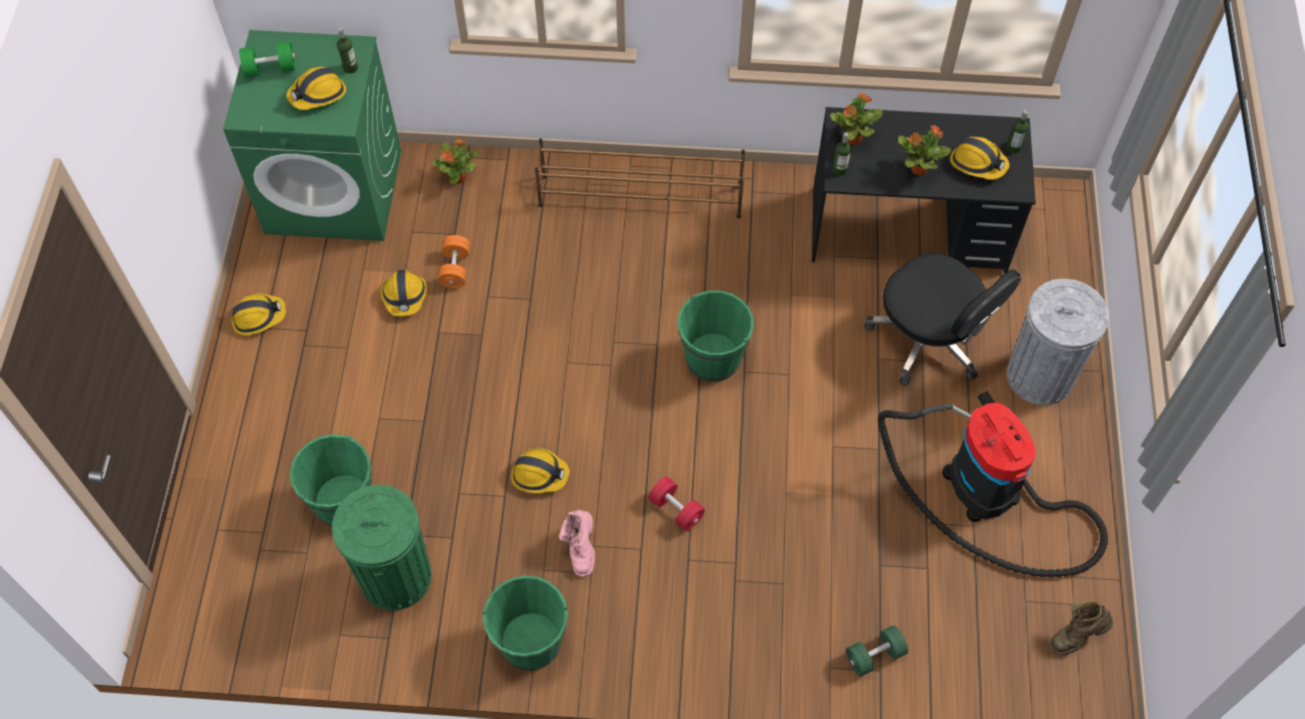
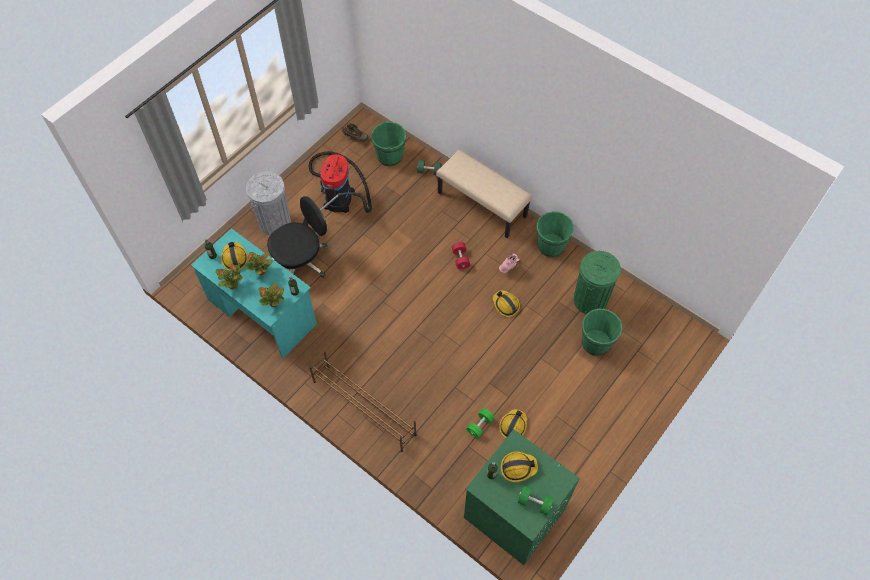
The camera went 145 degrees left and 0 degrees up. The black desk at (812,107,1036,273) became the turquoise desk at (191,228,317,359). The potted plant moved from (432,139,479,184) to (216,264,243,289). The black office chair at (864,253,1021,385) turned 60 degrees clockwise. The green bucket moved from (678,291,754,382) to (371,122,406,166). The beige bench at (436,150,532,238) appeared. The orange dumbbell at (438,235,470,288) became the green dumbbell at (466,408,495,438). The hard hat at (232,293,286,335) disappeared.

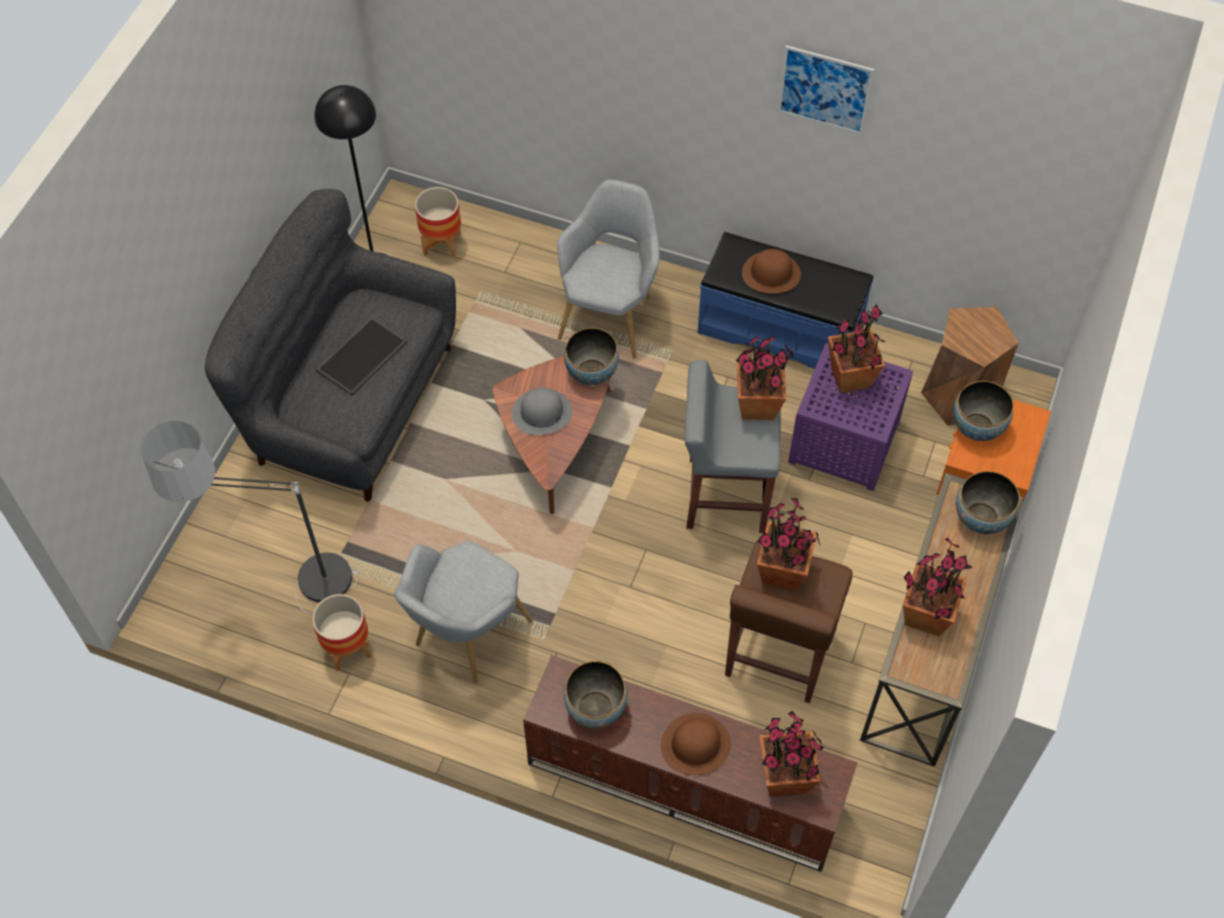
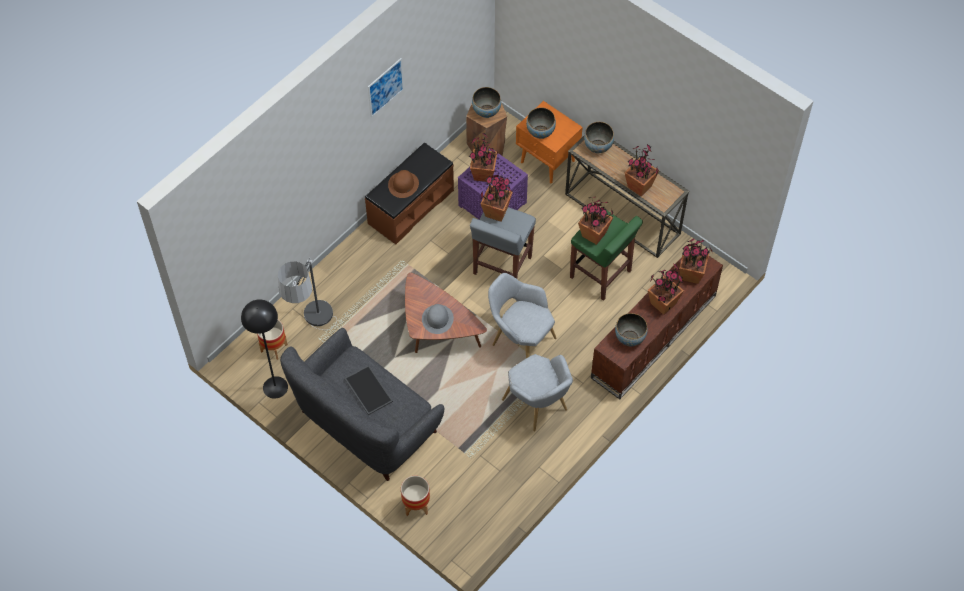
The camera went 70 degrees left and 0 degrees up. The floor lamp moved from (141,421,357,614) to (278,258,337,330). The blue bench at (698,232,873,369) became the brown bench at (365,143,454,244). The planter moved from (312,594,372,671) to (401,476,430,516). The bowl moved from (564,328,619,385) to (472,87,501,118). The grey armchair moved from (557,180,660,359) to (488,273,557,358). The brown stool at (725,541,853,703) became the green stool at (570,210,643,301). The brown hat at (661,713,731,775) was replaced by the potted plant at (648,264,684,315).

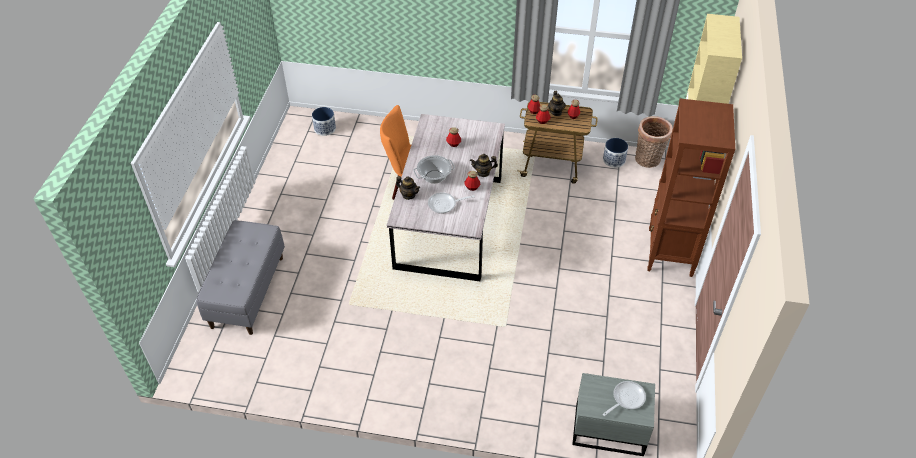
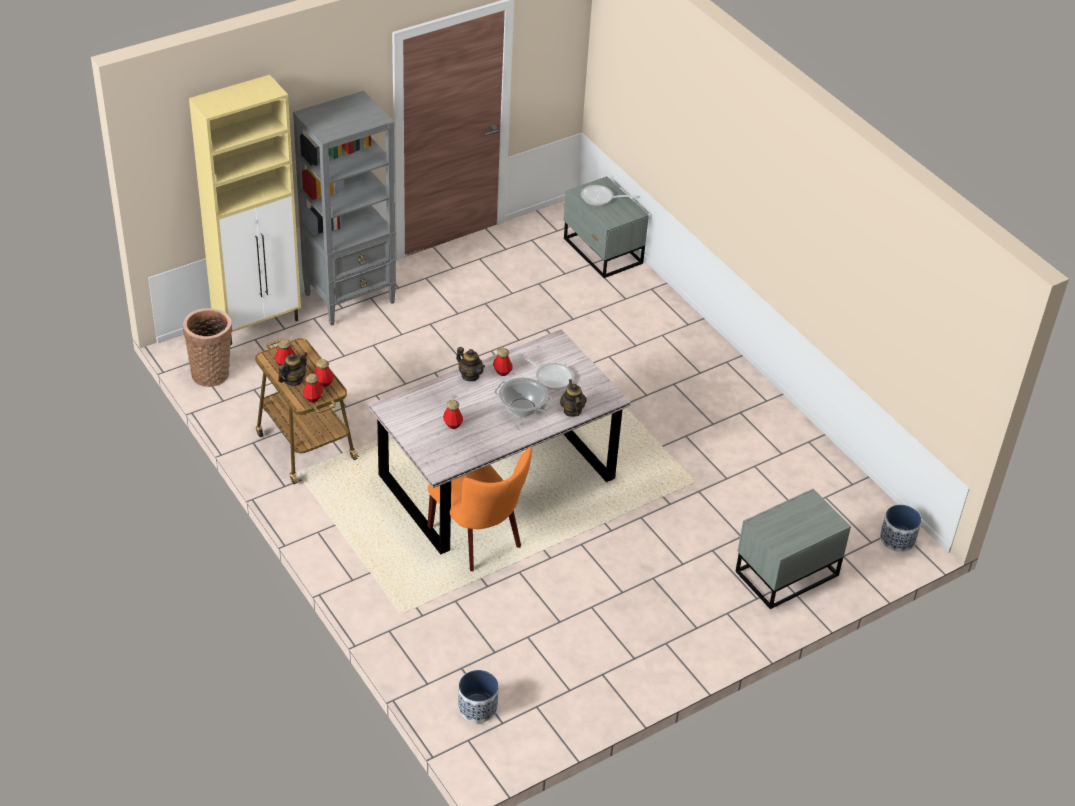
The camera went 135 degrees left and 5 degrees down. The brown bookcase at (647,99,735,277) became the grey bookcase at (293,91,396,326). The grey bench at (196,220,285,335) was replaced by the grey nightstand at (735,489,851,609). The planter moved from (603,138,628,168) to (880,505,921,552).

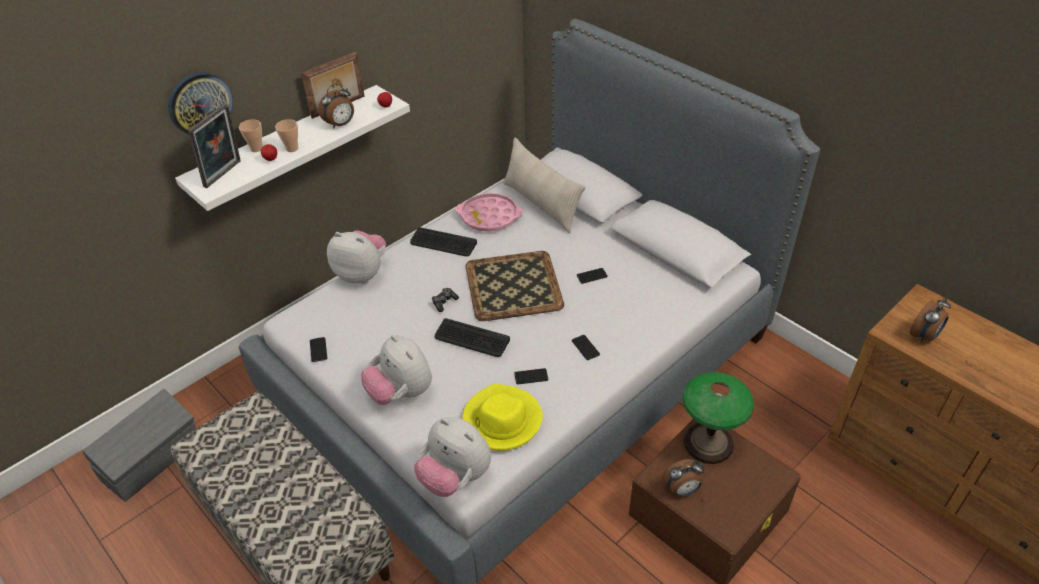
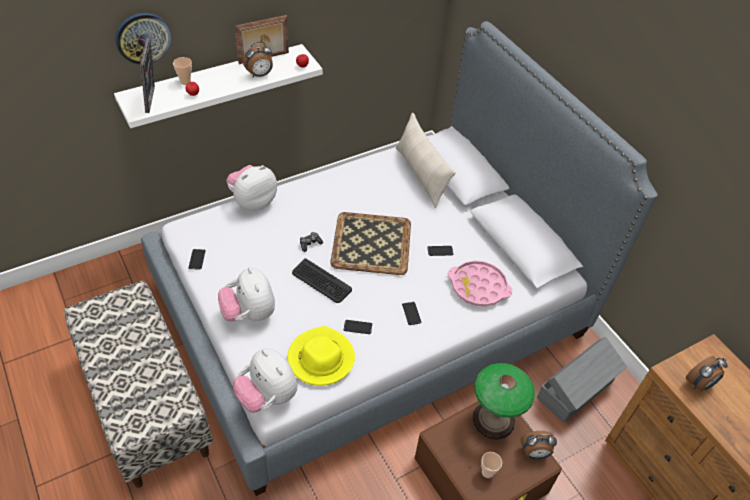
The camera went 10 degrees right and 5 degrees up. The picture frame at (188,103,241,188) turned 45 degrees counterclockwise. The plush toy at (327,230,386,283) turned 75 degrees counterclockwise. The pink tray moved from (456,193,523,232) to (448,260,512,307). The cup moved from (275,119,298,152) to (481,452,502,478). The alarm clock moved from (663,459,704,496) to (521,431,557,459). The grey storage box moved from (83,389,197,502) to (537,337,627,423). The keyboard at (410,227,477,256) disappeared.

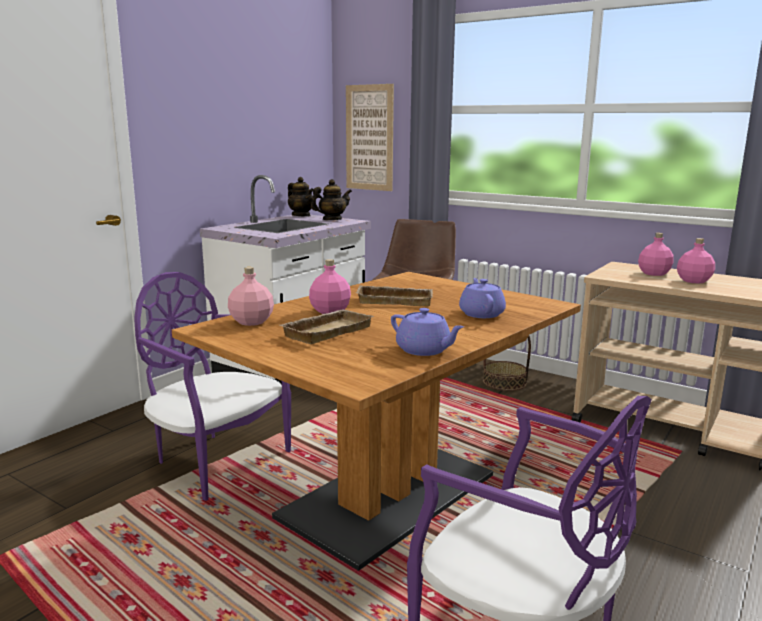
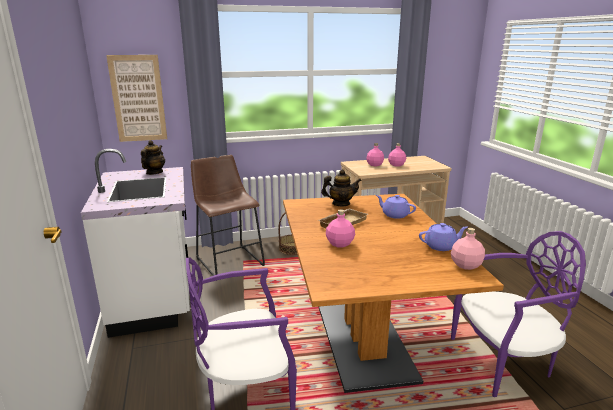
The camera went 50 degrees left and 5 degrees up. The teapot moved from (288,177,313,216) to (321,169,362,206). The pink bottle moved from (228,267,274,326) to (451,228,485,270). The beige tray at (280,309,374,344) disappeared.

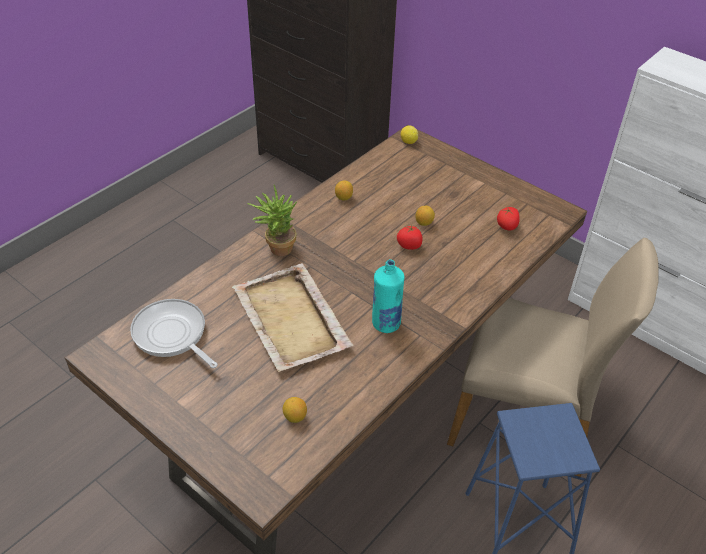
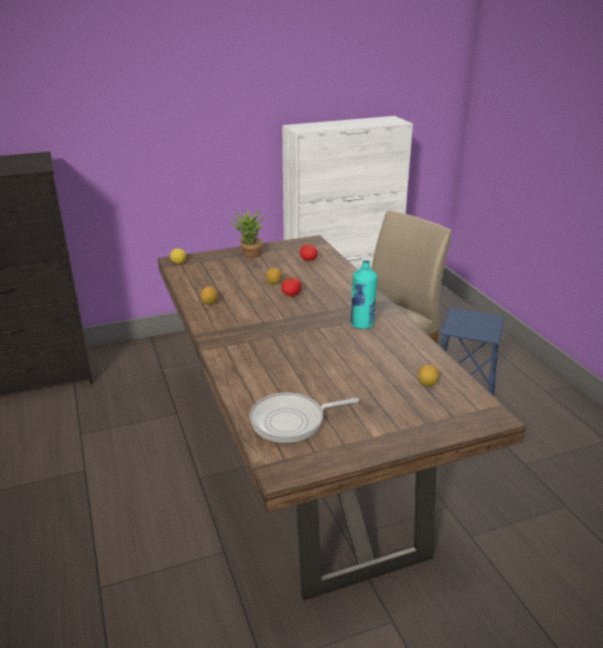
The camera went 60 degrees left and 15 degrees down. The potted plant moved from (247,185,298,256) to (230,209,266,258). The beige tray at (232,263,353,372) disappeared.

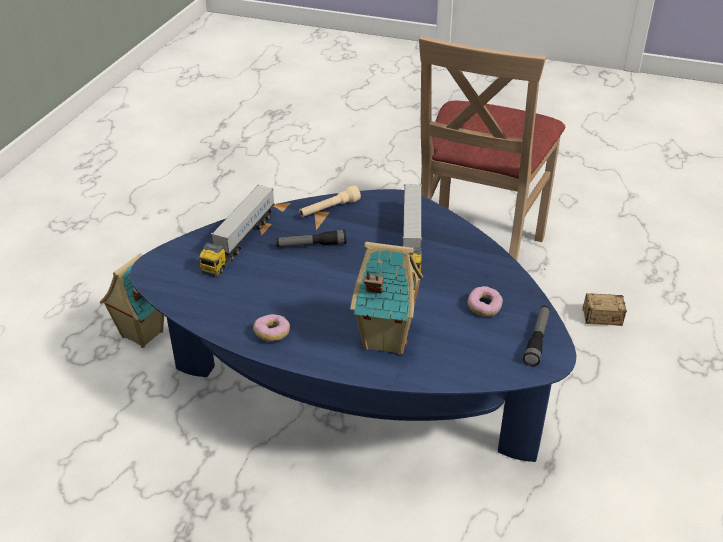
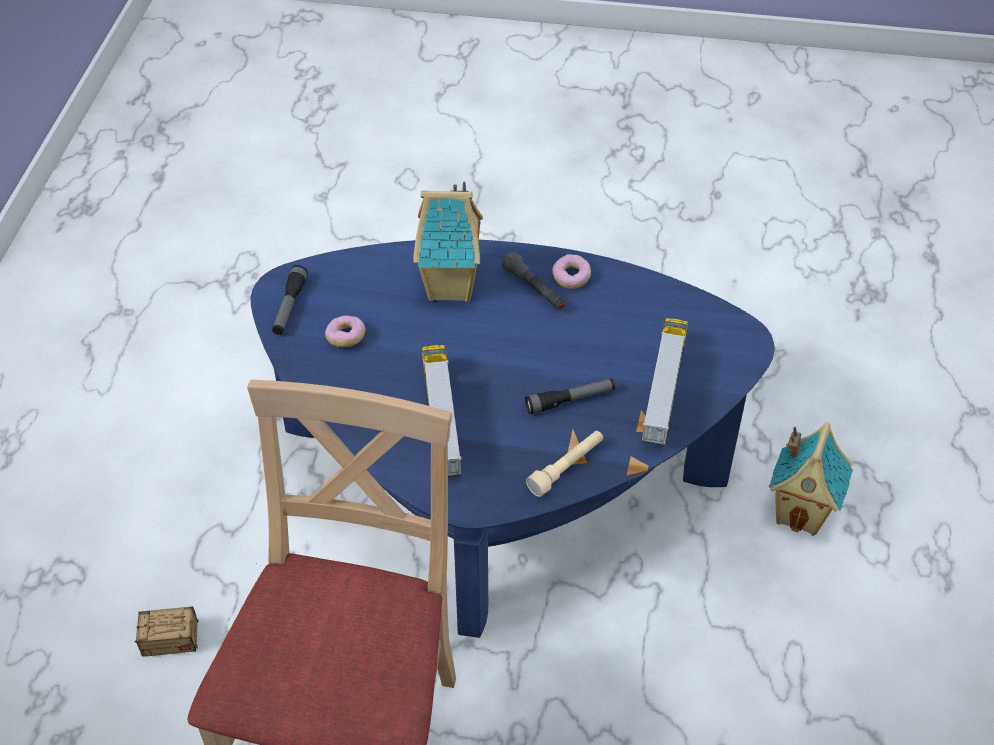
The camera went 170 degrees right and 10 degrees up. The grey flashlight at (501,251,566,310) appeared.

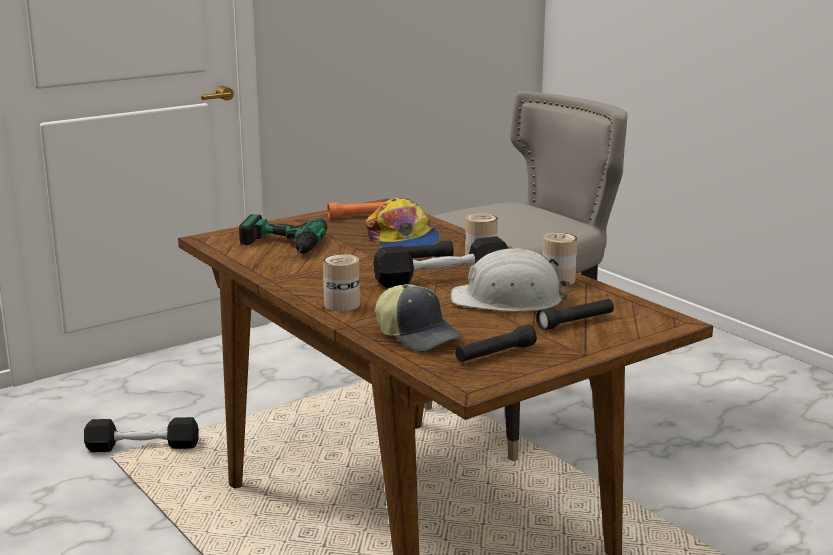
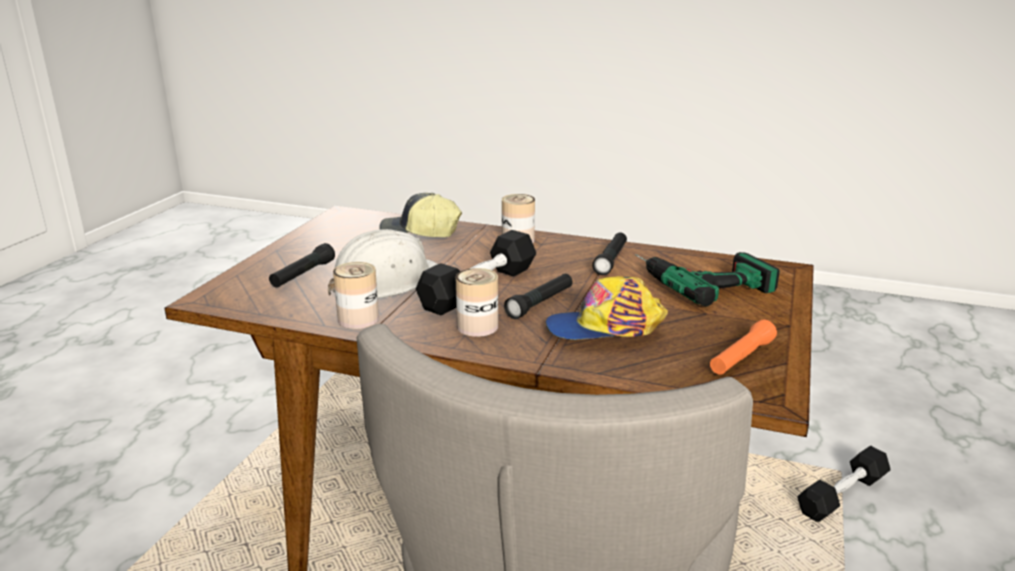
The camera went 145 degrees right and 5 degrees up. The cap at (366,198,440,248) turned 45 degrees counterclockwise. The black flashlight moved from (455,324,537,362) to (592,233,627,275).

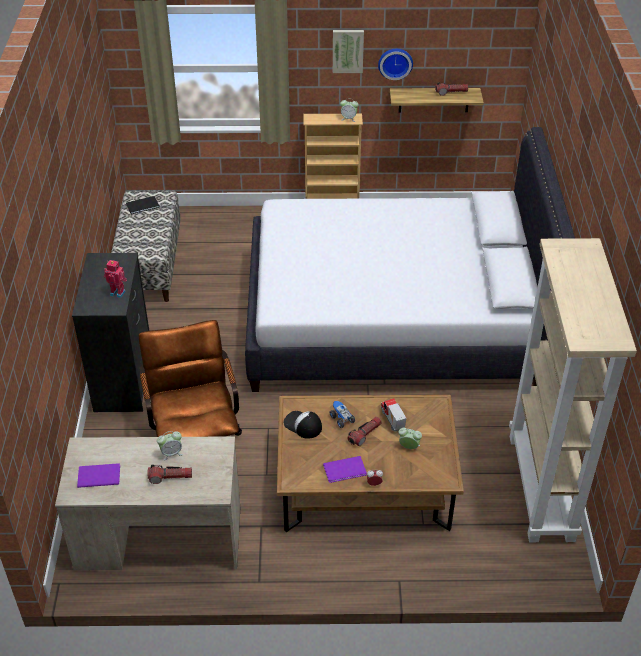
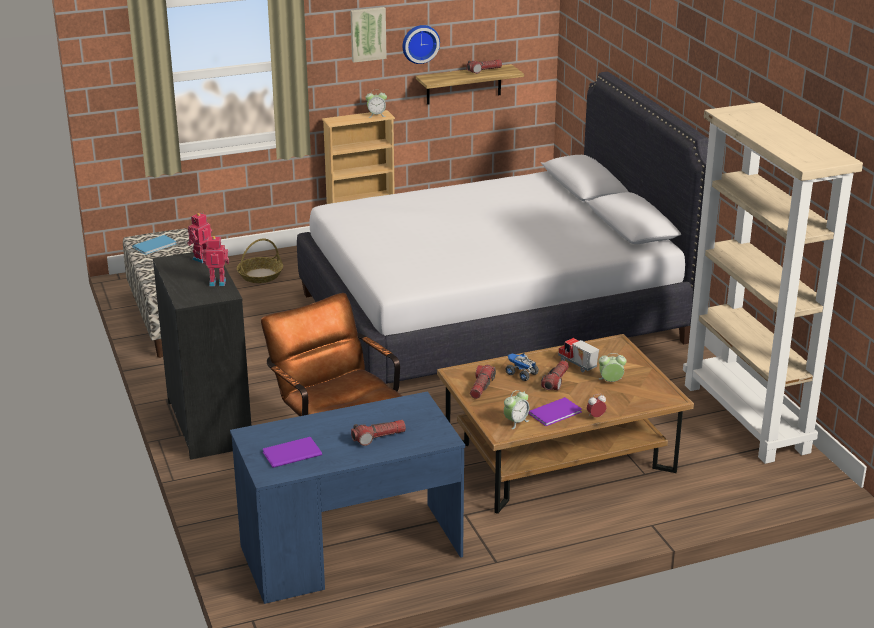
The camera went 20 degrees left and 15 degrees down. The black book at (126,196,159,214) became the blue book at (132,235,176,255). The toy robot at (187,213,212,263) appeared. The beige desk at (55,436,240,571) became the blue desk at (230,391,465,604). The basket at (237,238,283,283) appeared. The cap at (284,411,322,439) was replaced by the flashlight at (470,365,496,399). The alarm clock moved from (157,431,183,461) to (504,390,529,429).

